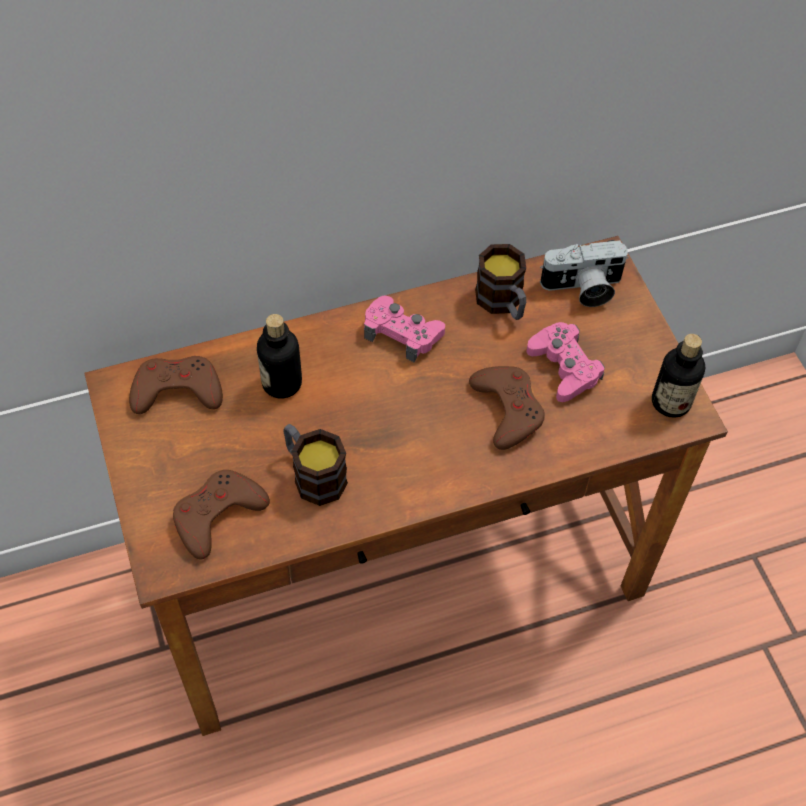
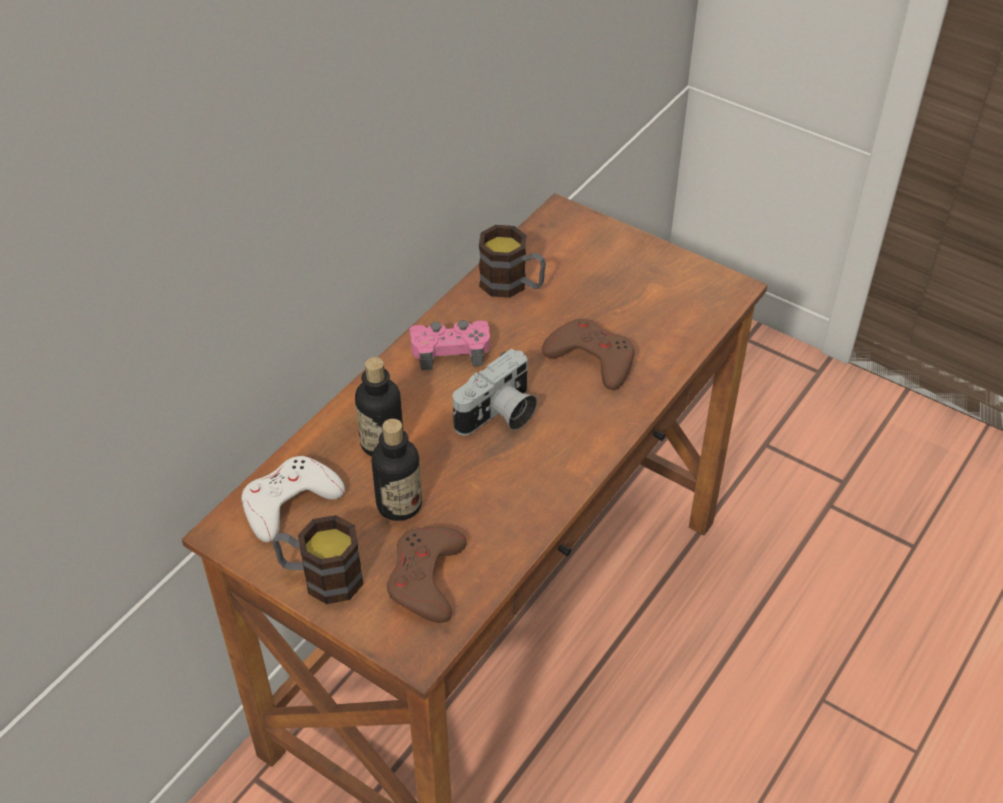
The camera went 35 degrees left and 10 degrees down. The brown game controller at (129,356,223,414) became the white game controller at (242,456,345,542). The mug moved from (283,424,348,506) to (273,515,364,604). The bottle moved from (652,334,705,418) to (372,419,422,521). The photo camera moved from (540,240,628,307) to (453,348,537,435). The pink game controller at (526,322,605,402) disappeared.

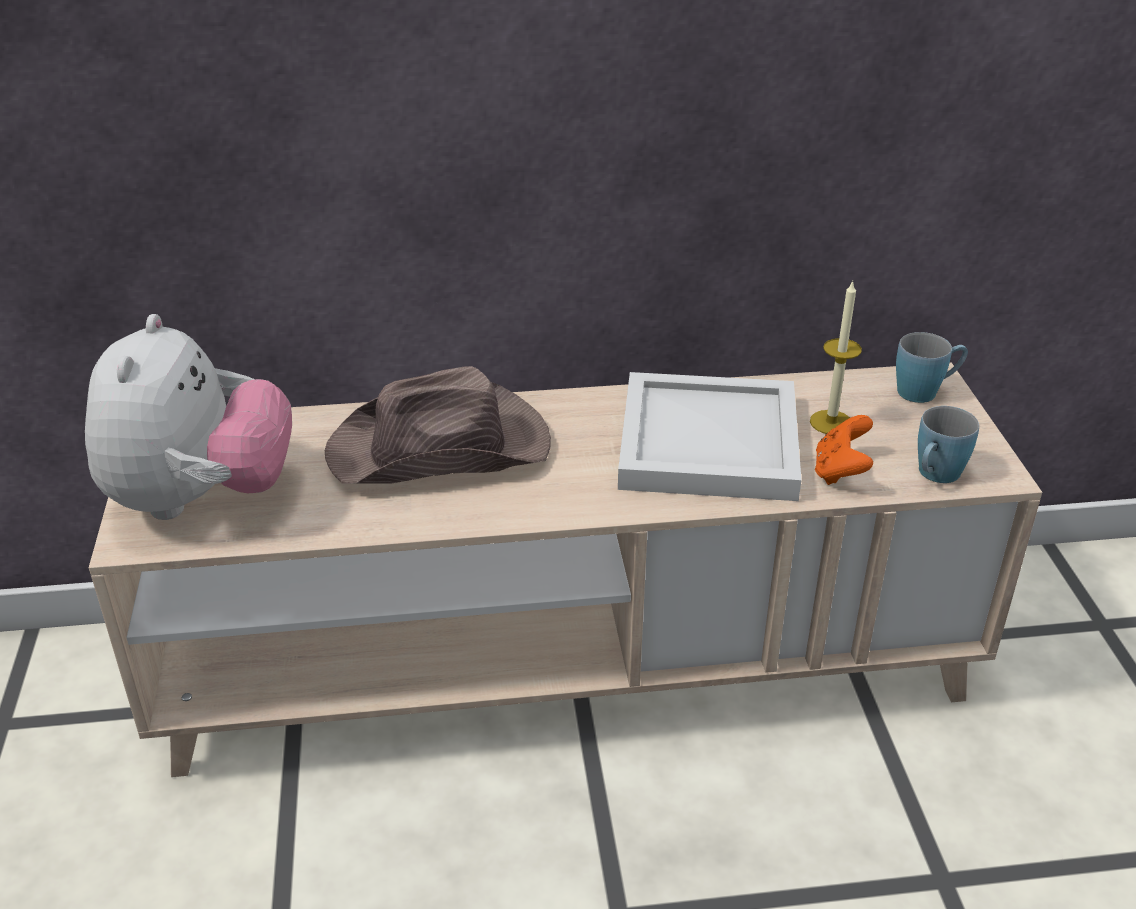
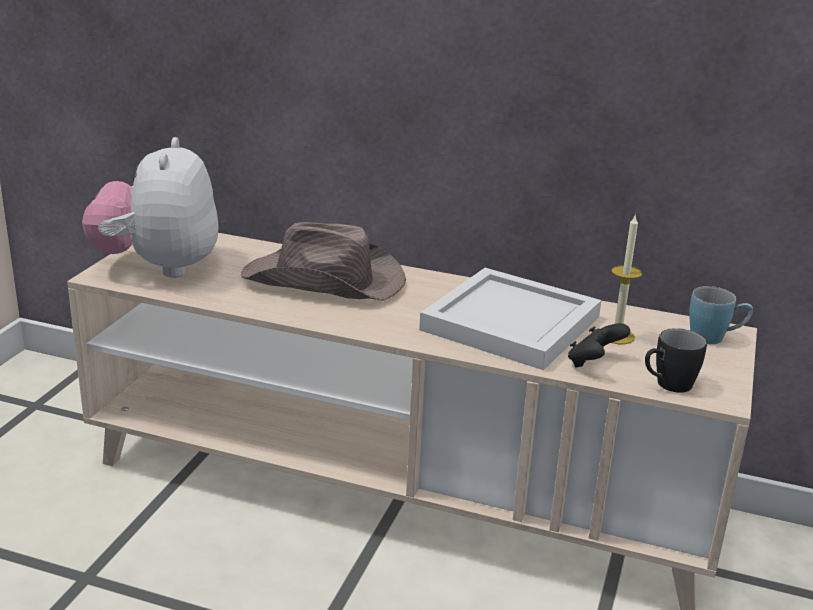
The camera went 25 degrees right and 10 degrees down. The plush toy at (85,314,292,520) turned 150 degrees clockwise. The orange game controller at (815,415,873,485) became the black game controller at (568,323,630,368). The blue mug at (918,406,979,483) became the black mug at (645,328,707,393).

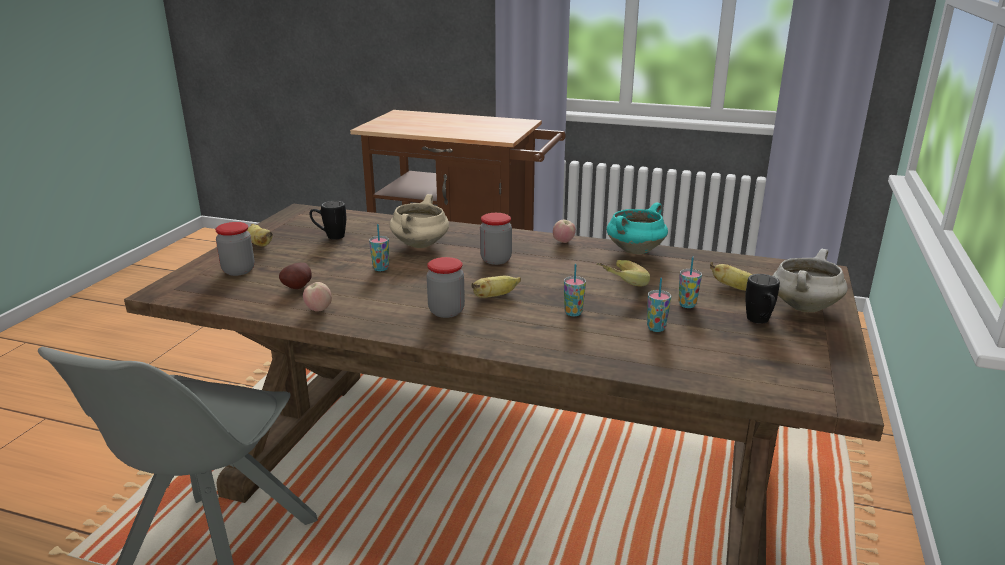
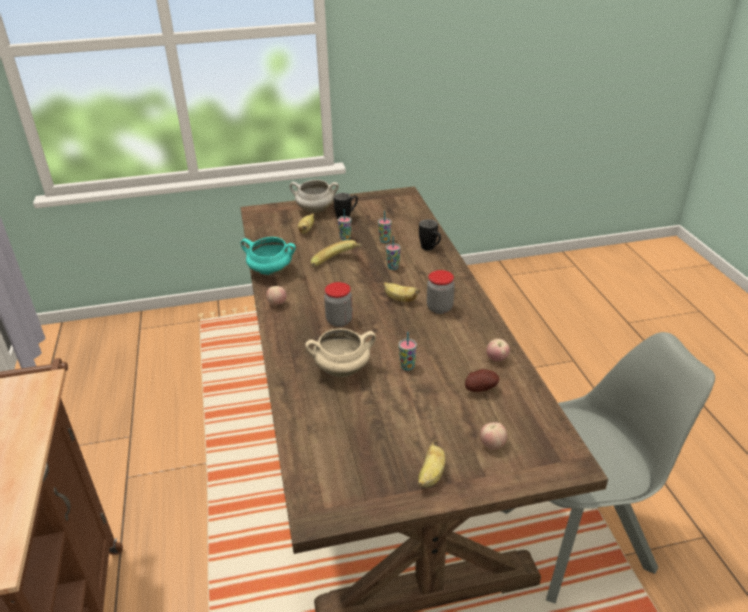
The camera went 120 degrees left and 10 degrees up. The black mug moved from (310,201,346,240) to (419,219,441,250). The jar at (215,222,255,276) was replaced by the apple at (480,422,507,450).

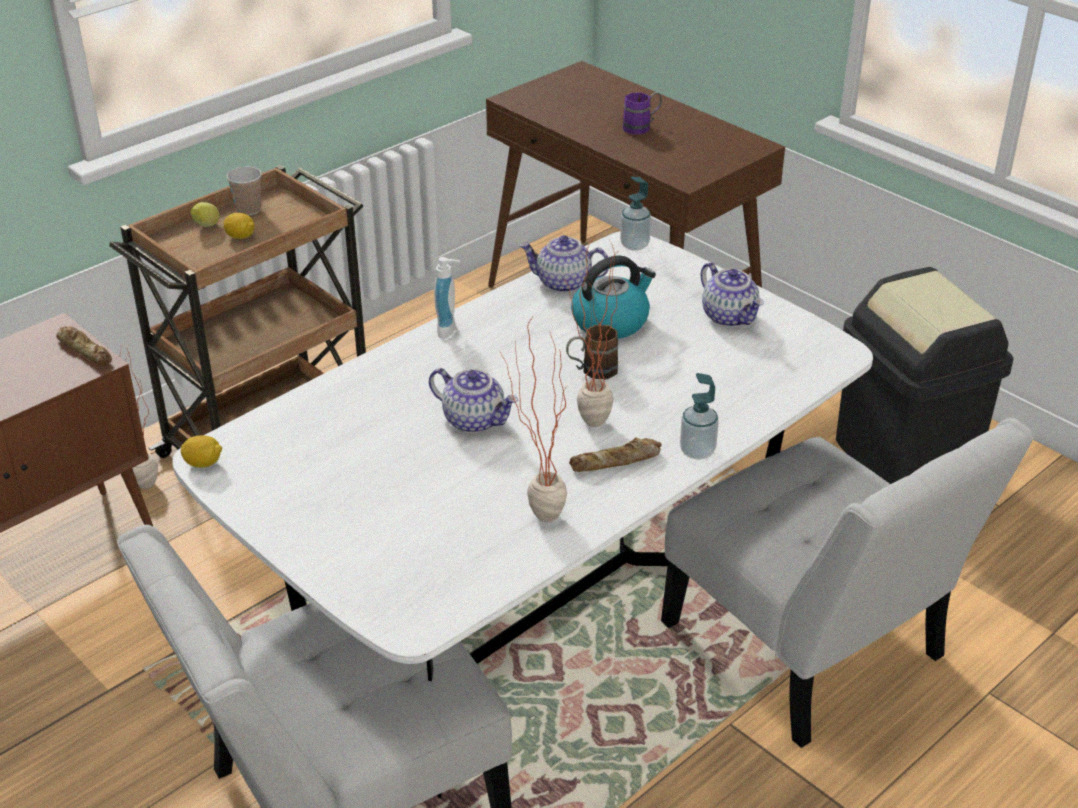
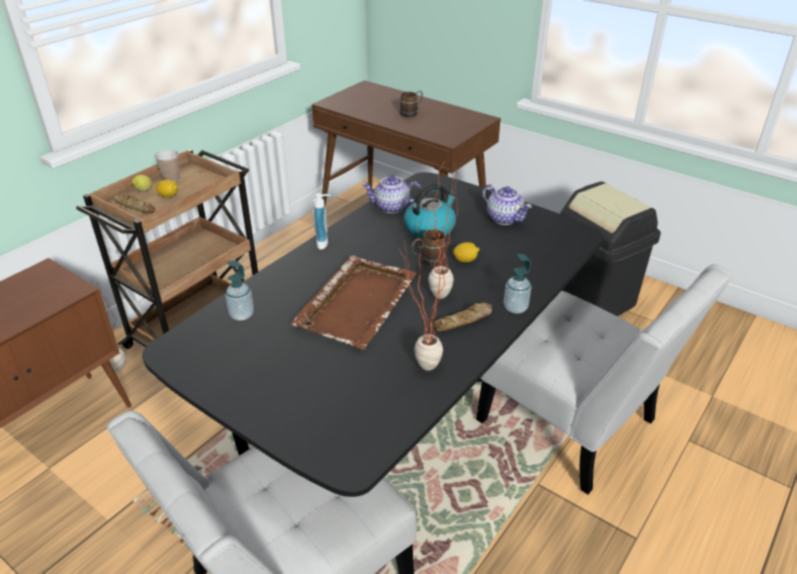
The camera went 10 degrees left and 0 degrees up. The bread moved from (56,326,112,365) to (114,193,156,214). The white dining table at (172,231,873,798) became the black dining table at (142,172,604,497). The soap dispenser moved from (620,177,651,251) to (225,260,254,321). The teapot at (429,368,518,433) was replaced by the brown tray at (291,255,417,350). The purple mug at (623,92,662,134) became the brown mug at (400,91,423,118). The lemon moved from (181,435,222,468) to (453,242,479,263).

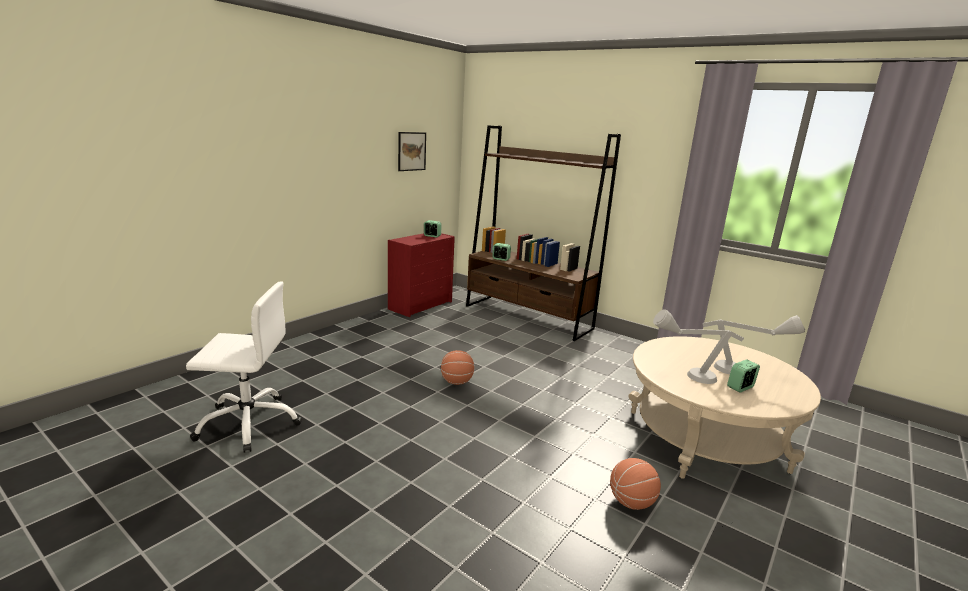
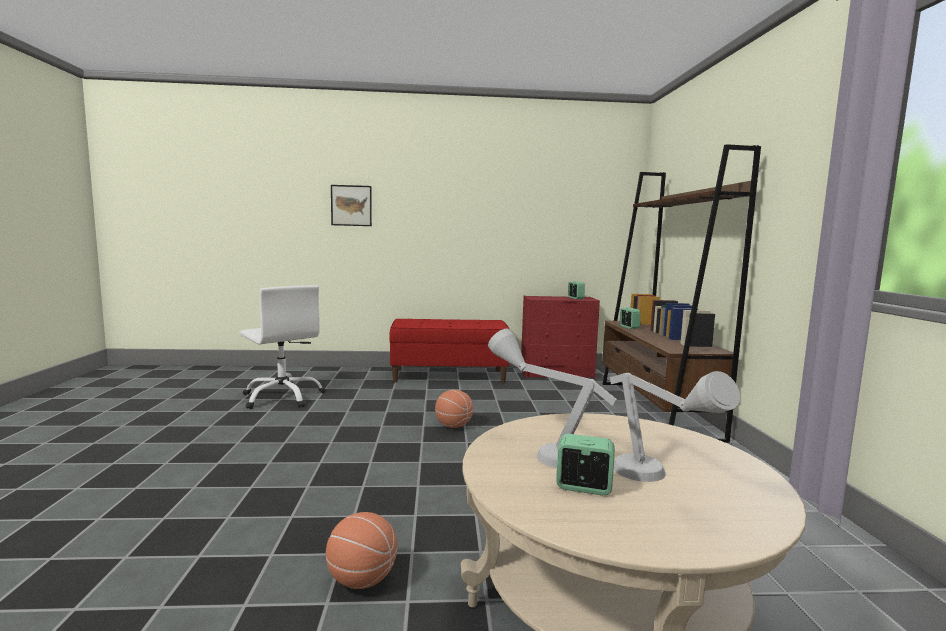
The camera went 50 degrees right and 10 degrees down. The picture moved from (398,132,426,171) to (331,185,372,226). The red bench at (389,319,510,383) appeared.

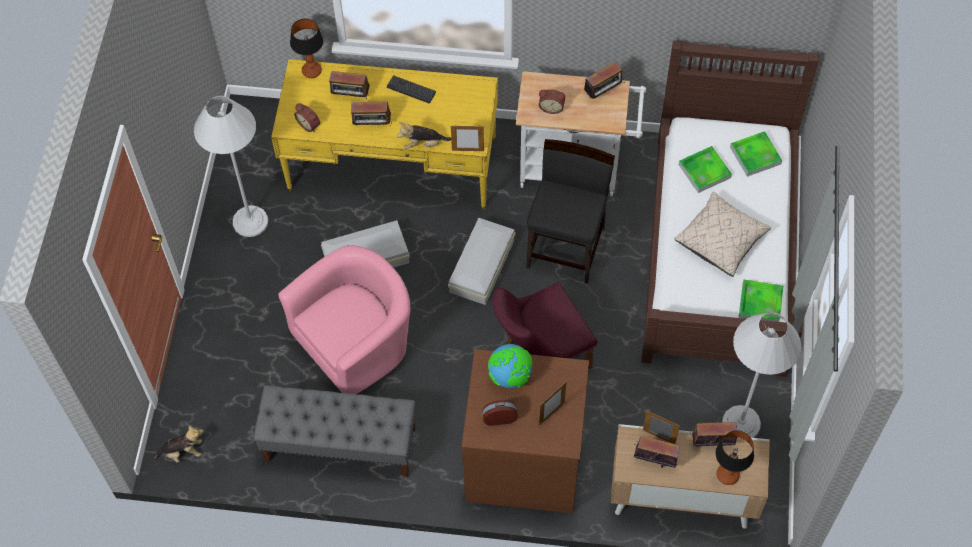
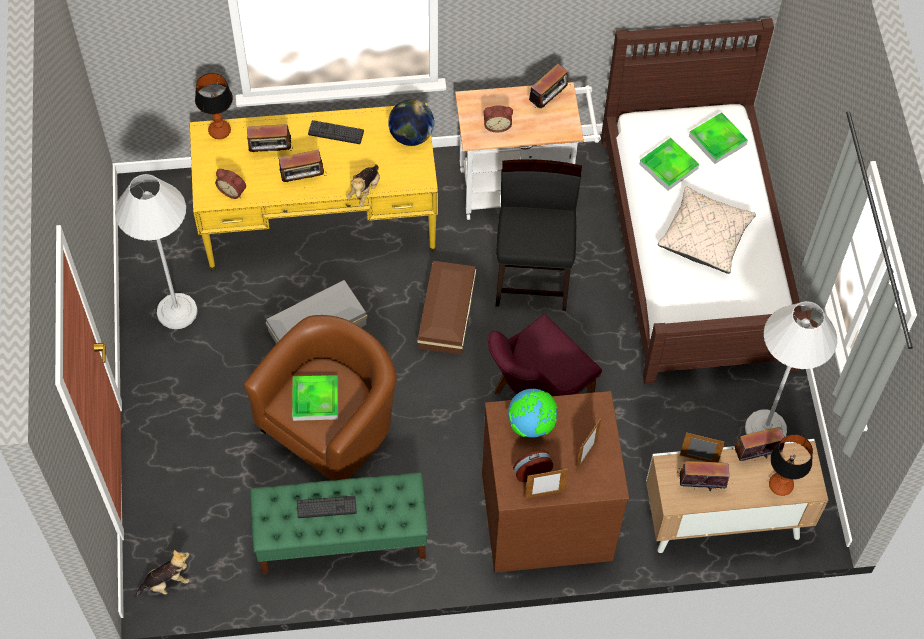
The camera went 15 degrees left and 0 degrees up. The pink armchair at (278,245,410,394) became the brown armchair at (244,315,397,480). The grey bench at (254,385,416,477) became the green bench at (250,473,428,574). The tray moved from (738,280,783,322) to (292,375,338,421). The keyboard at (297,496,357,518) appeared. The plush toy at (397,122,451,149) turned 45 degrees counterclockwise. The globe at (388,99,434,146) appeared. The white storage box at (448,218,515,305) became the brown storage box at (418,261,476,355). The picture frame moved from (451,125,484,151) to (525,469,568,499).

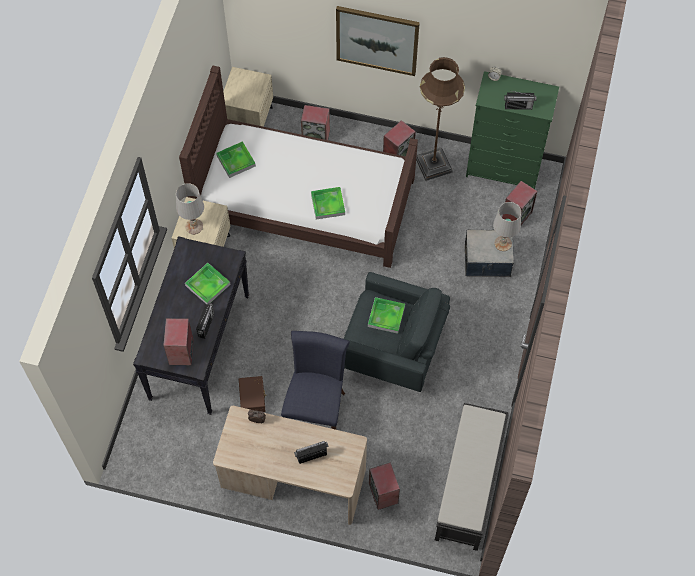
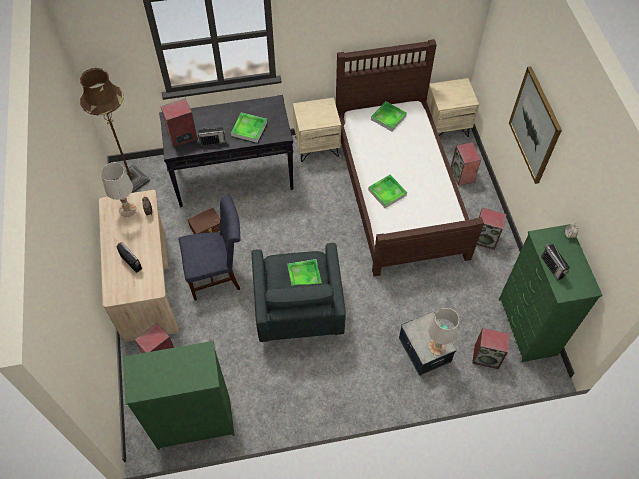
The camera went 65 degrees right and 5 degrees down. The brown floor lamp moved from (416,57,465,181) to (80,68,150,193). The white table lamp moved from (176,183,204,234) to (101,163,136,217). The black bench at (435,403,509,551) was replaced by the green dresser at (123,341,235,450).

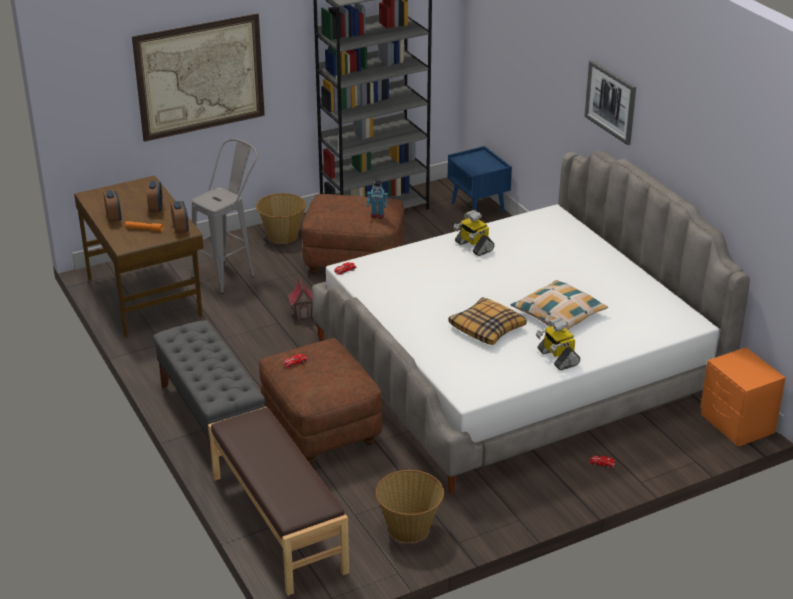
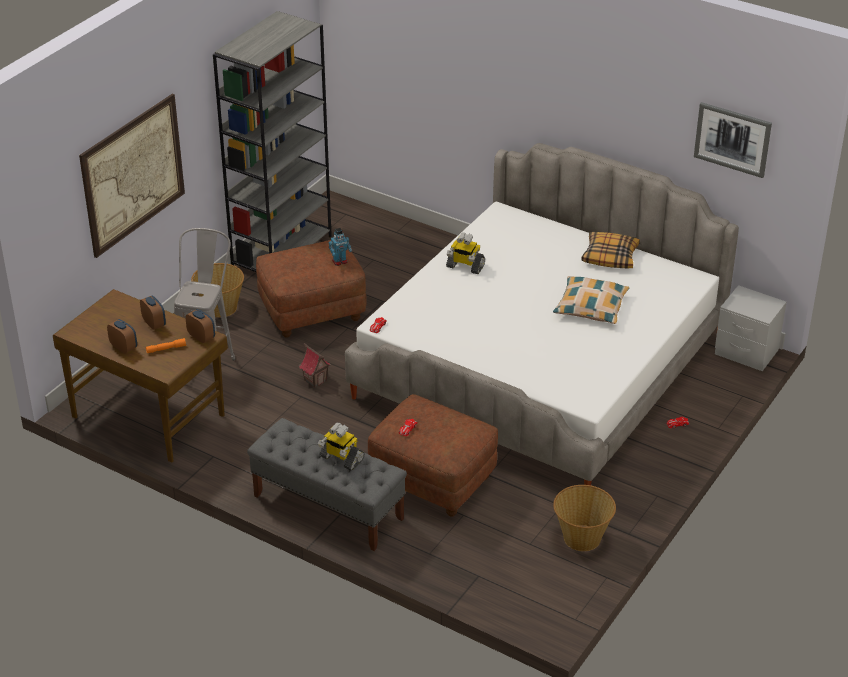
The camera went 30 degrees left and 5 degrees up. The toy robot moved from (536,318,580,371) to (318,423,365,471). The pillow moved from (449,297,527,345) to (581,232,640,269). The picture moved from (585,60,636,145) to (694,102,772,178). The orange nightstand at (701,347,786,447) became the grey nightstand at (715,285,786,371). The brown bench at (208,407,349,596) disappeared. The blue nightstand at (448,146,512,214) disappeared.

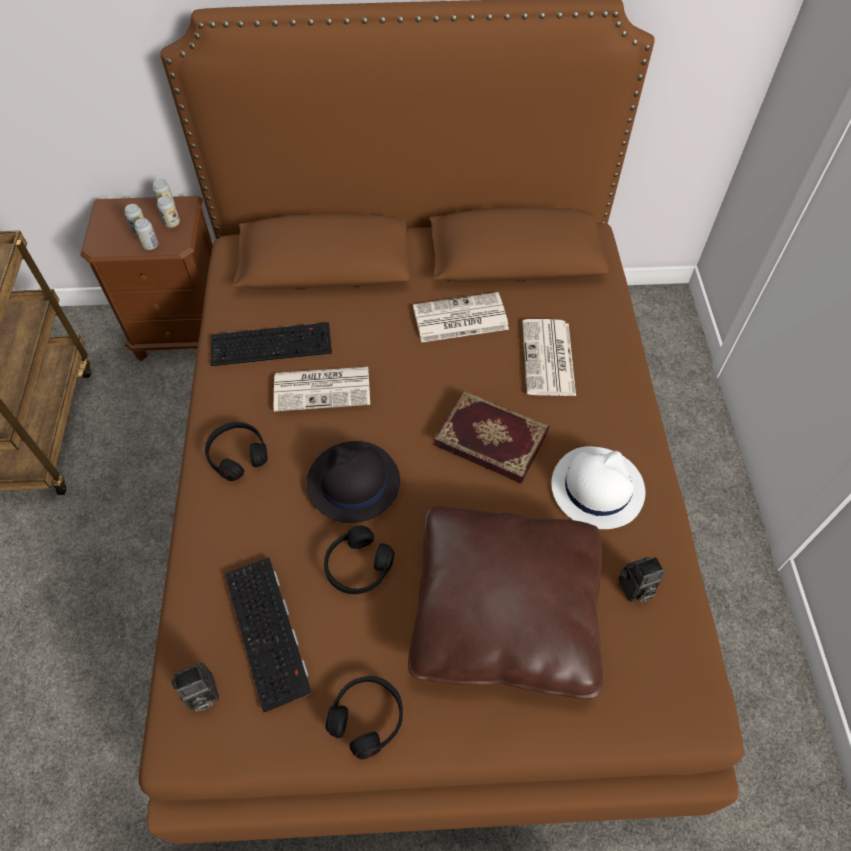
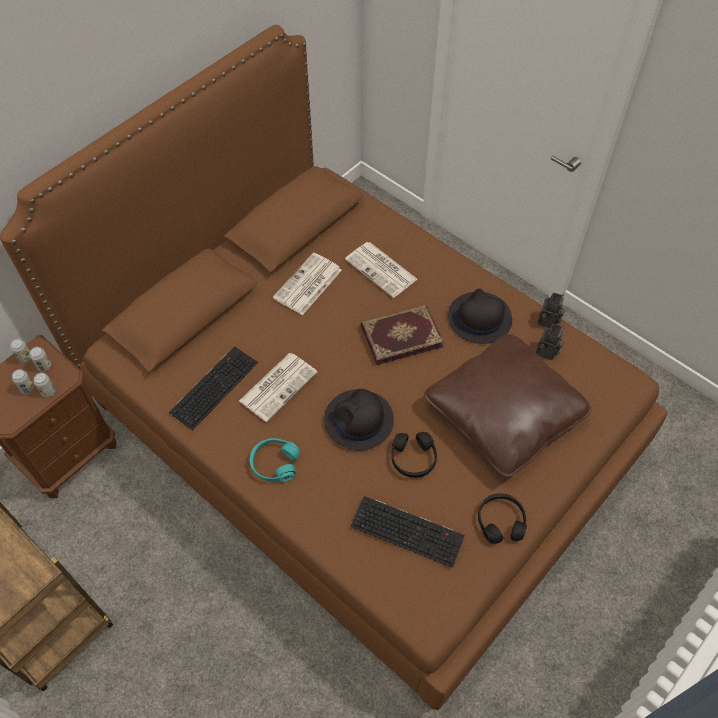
The camera went 45 degrees left and 0 degrees up. The black headphones at (205,422,267,481) became the turquoise headphones at (250,438,300,482). The white hat at (551,446,645,529) became the black hat at (448,288,512,344). The photo camera moved from (171,662,219,711) to (538,292,565,328).

